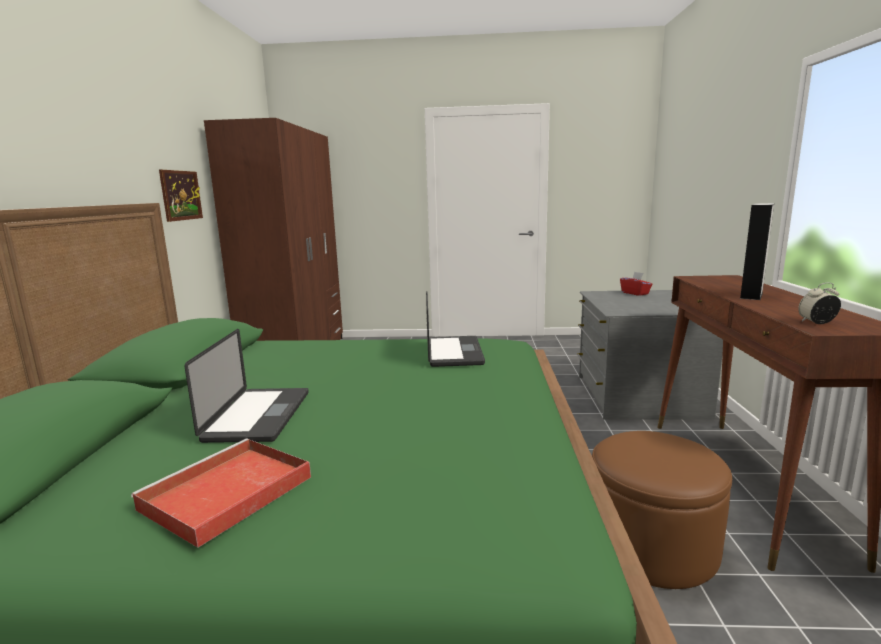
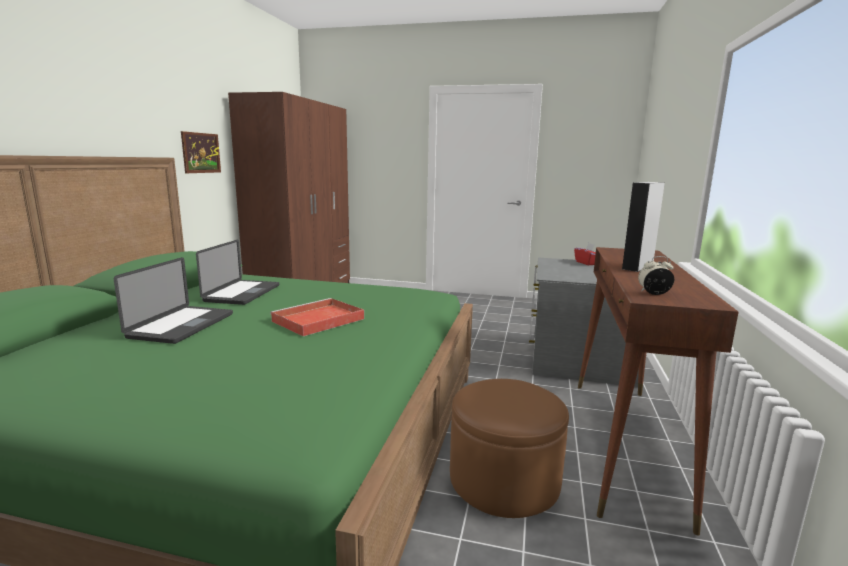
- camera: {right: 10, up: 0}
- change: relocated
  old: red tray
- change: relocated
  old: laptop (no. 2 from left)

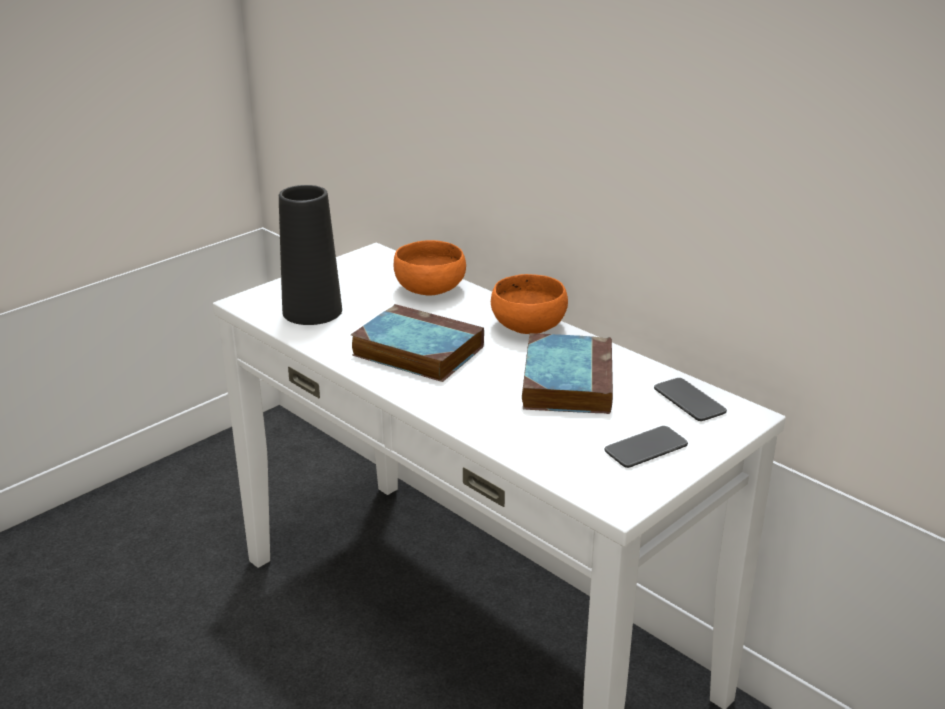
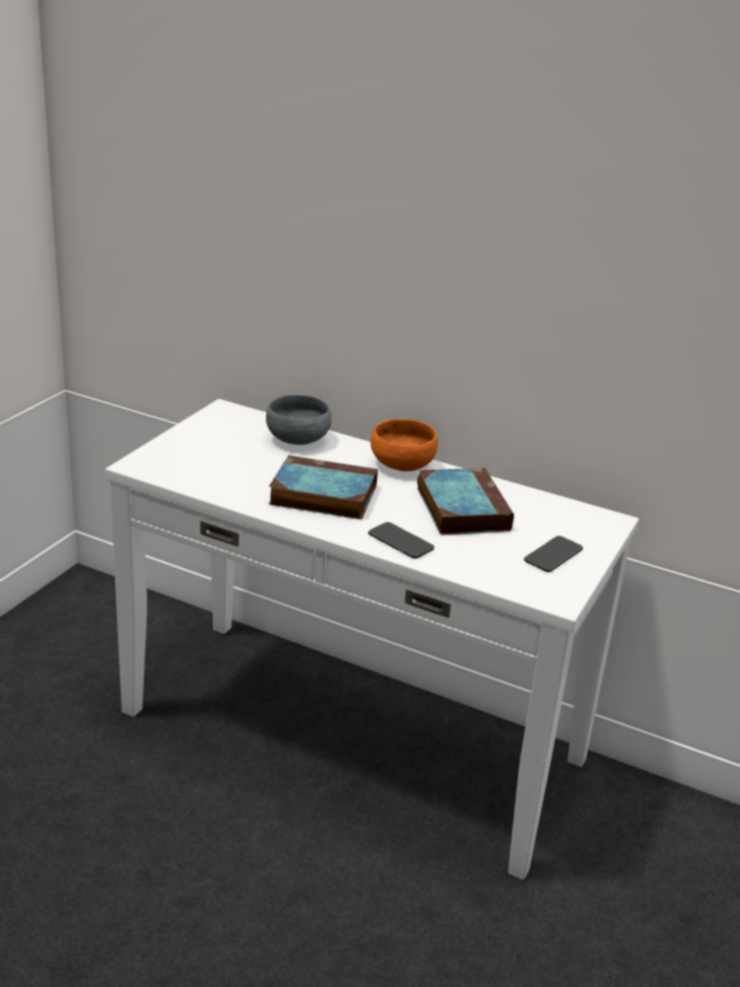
- camera: {right: -20, up: 0}
- change: missing
  old: black vase
- change: relocated
  old: phone (no. 2 from left in the first image)
  new: phone (no. 1 from left)
- change: colour
  old: orange bowl (no. 1 from left)
  new: grey bowl

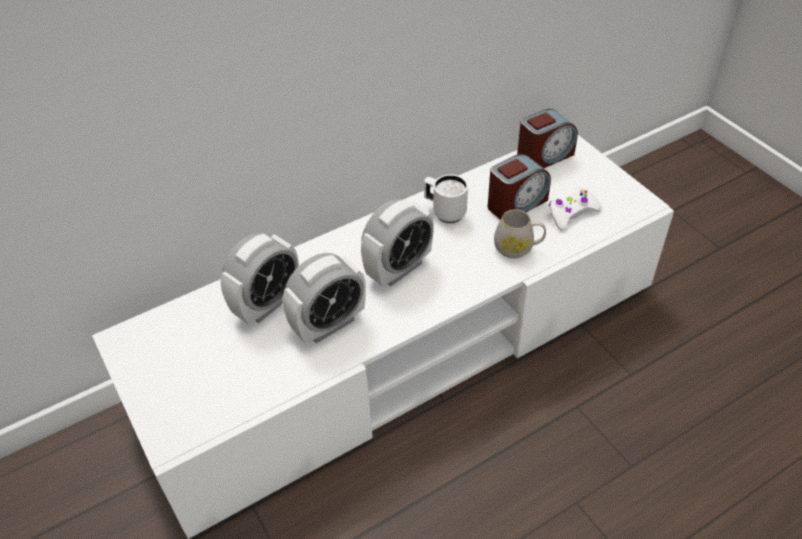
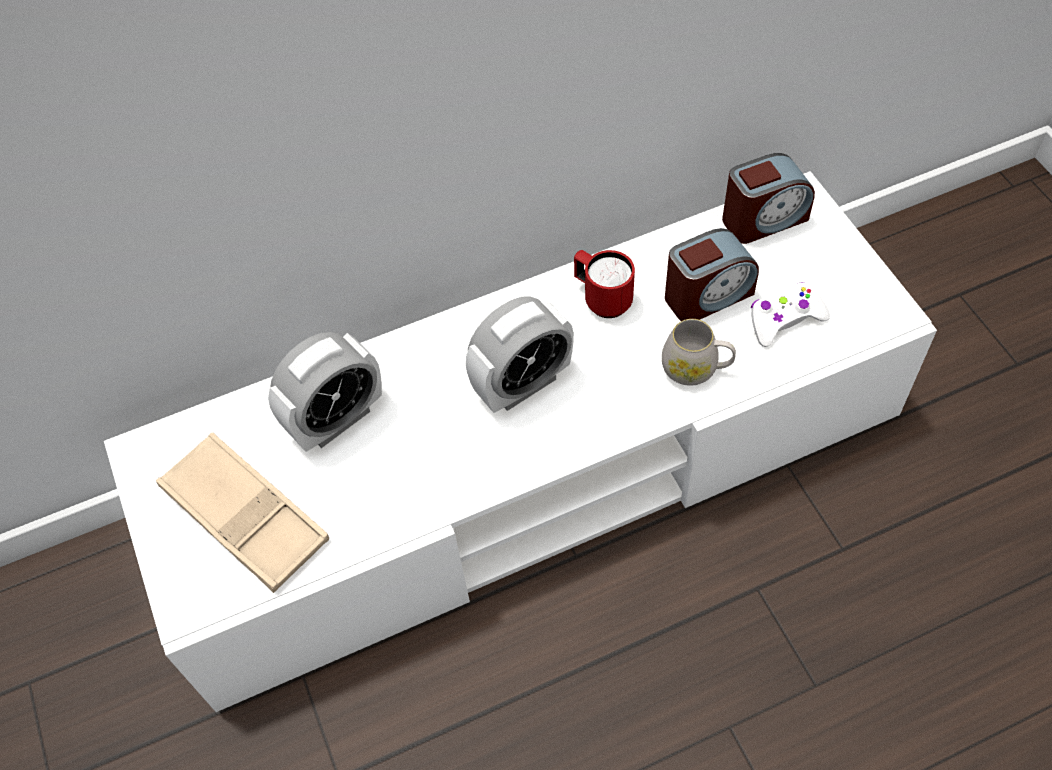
- camera: {right: 10, up: 10}
- change: missing
  old: alarm clock (no. 2 from left)
- change: appeared
  new: beige tray
- change: colour
  old: white mug (no. 1 from left)
  new: red mug

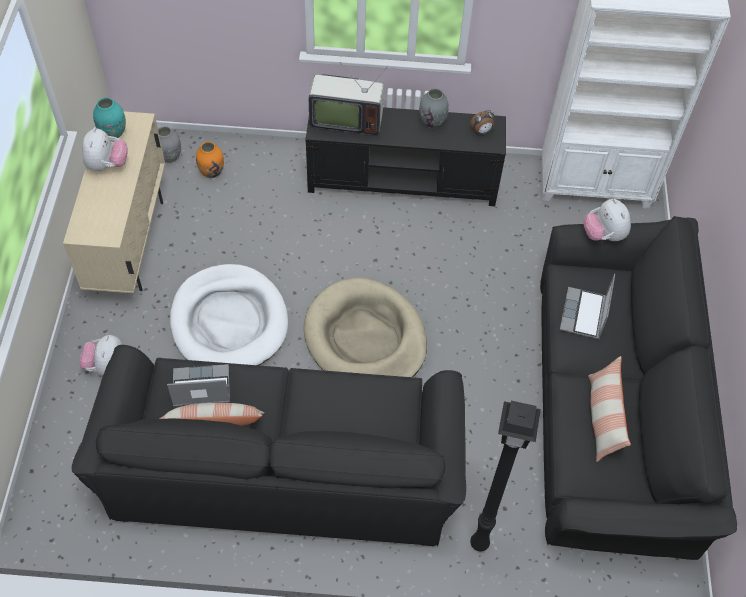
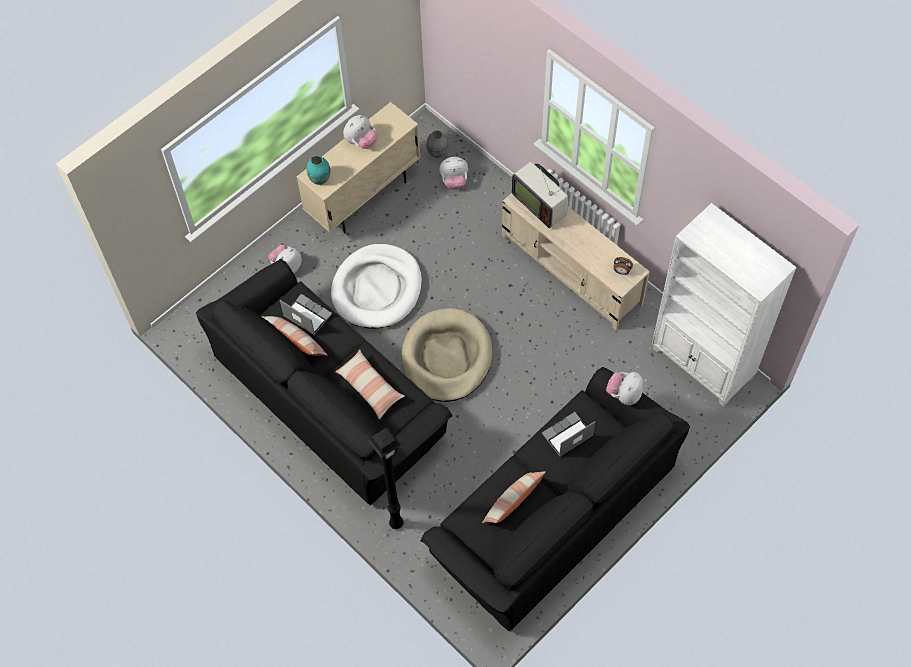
- camera: {right: 45, up: 5}
- change: missing
  old: grey vase (no. 2 from left)
- change: appeared
  new: pillow (no. 2 from left)
- change: relocated
  old: turquoise vase
- change: exchanged
  old: orange vase
  new: plush toy (no. 3 from left)
- change: colour
  old: black tv stand
  new: beige tv stand

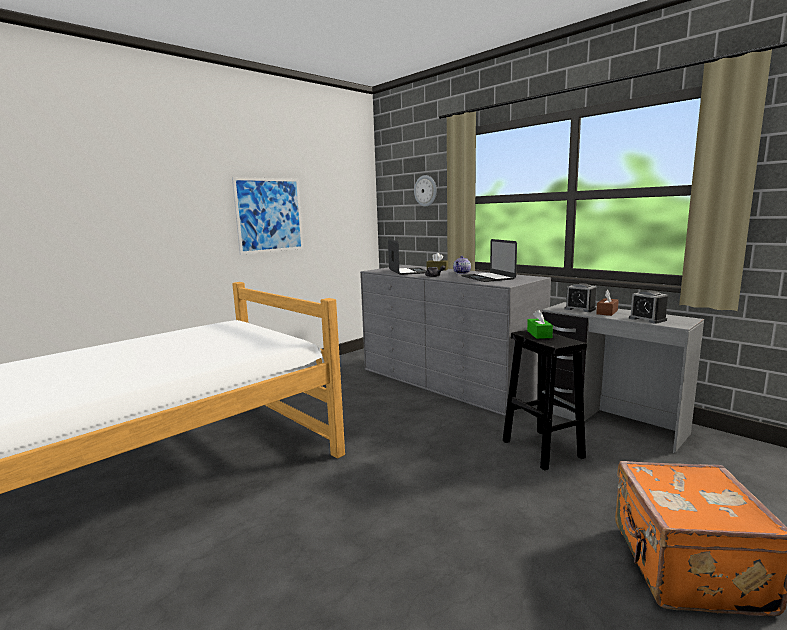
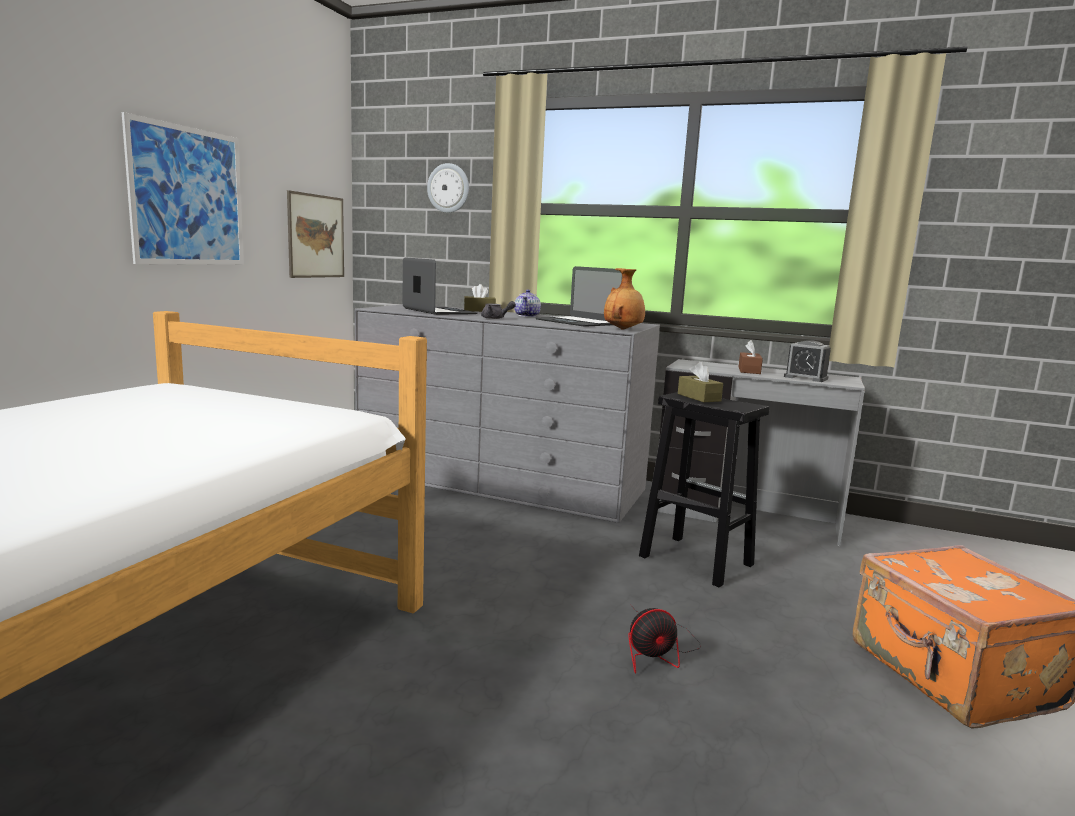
- camera: {right: -25, up: 0}
- change: missing
  old: alarm clock (no. 1 from left)
- change: appeared
  new: picture (no. 2 from left)
- change: appeared
  new: brown vase
- change: appeared
  new: fan
- change: colour
  old: green tissue box
  new: brown tissue box (no. 2 from left)

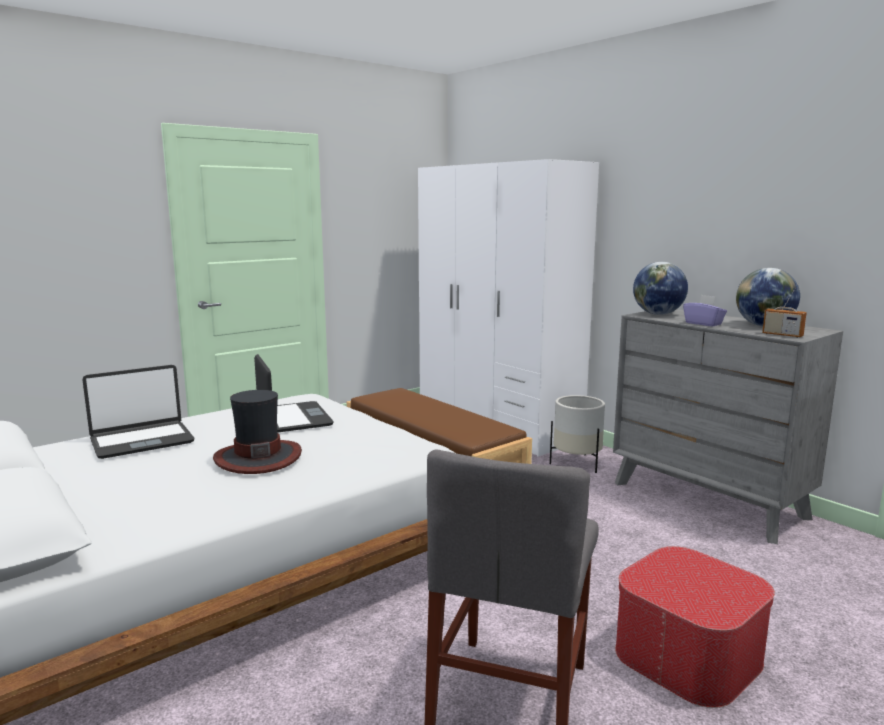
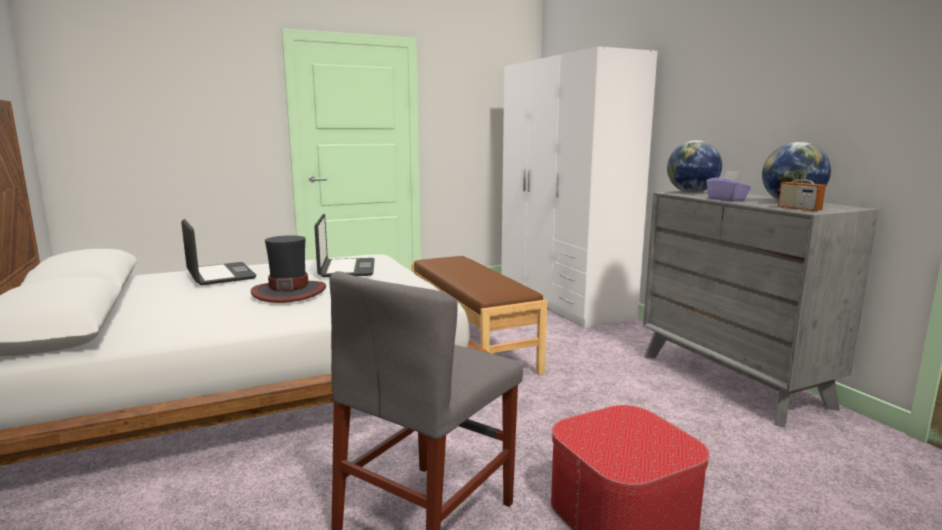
- camera: {right: 15, up: 0}
- change: missing
  old: white planter
- change: spun
  old: laptop (no. 1 from left)
  degrees: -105

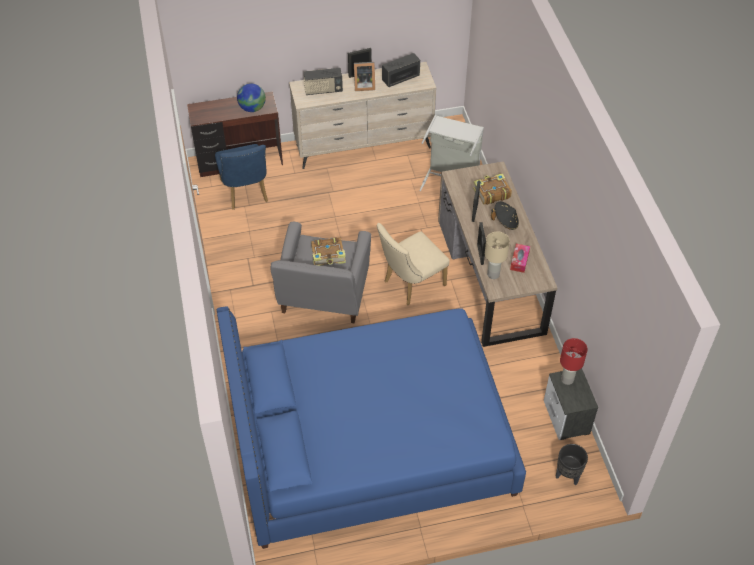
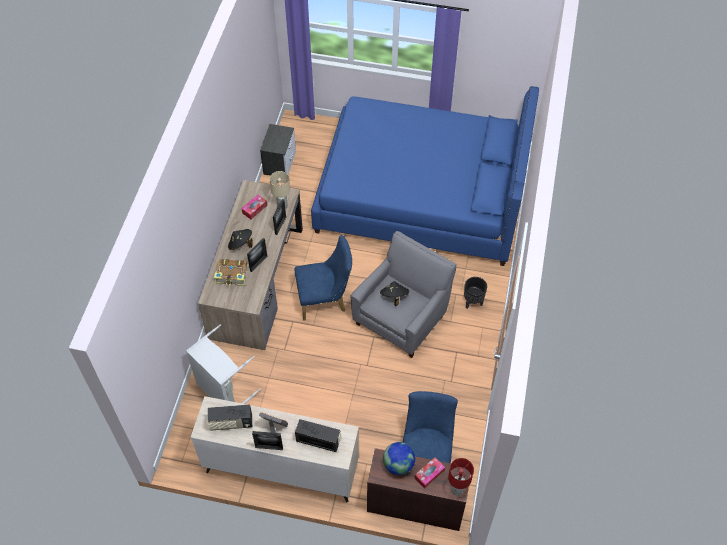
- camera: {right: -155, up: 5}
- change: appeared
  new: tissue box (no. 2 from left)
- change: relocated
  old: black planter
- change: relocated
  old: red table lamp
- change: exchanged
  old: book (no. 1 from left)
  new: black hat (no. 2 from left)
- change: colour
  old: beige chair
  new: blue chair (no. 1 from left)

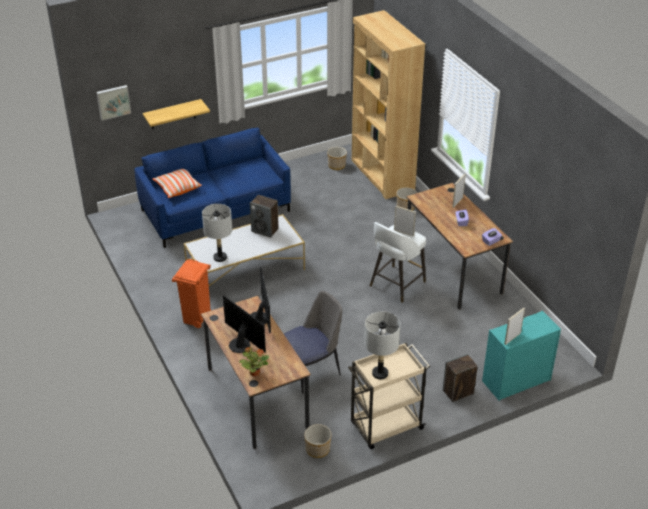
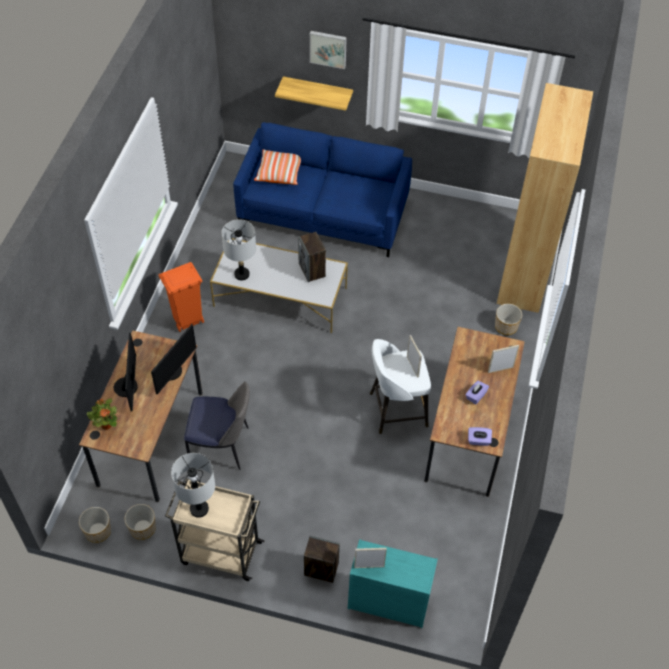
- camera: {right: 40, up: 15}
- change: relocated
  old: picture
- change: relocated
  old: planter (no. 2 from left in the first image)
  new: planter (no. 1 from left)

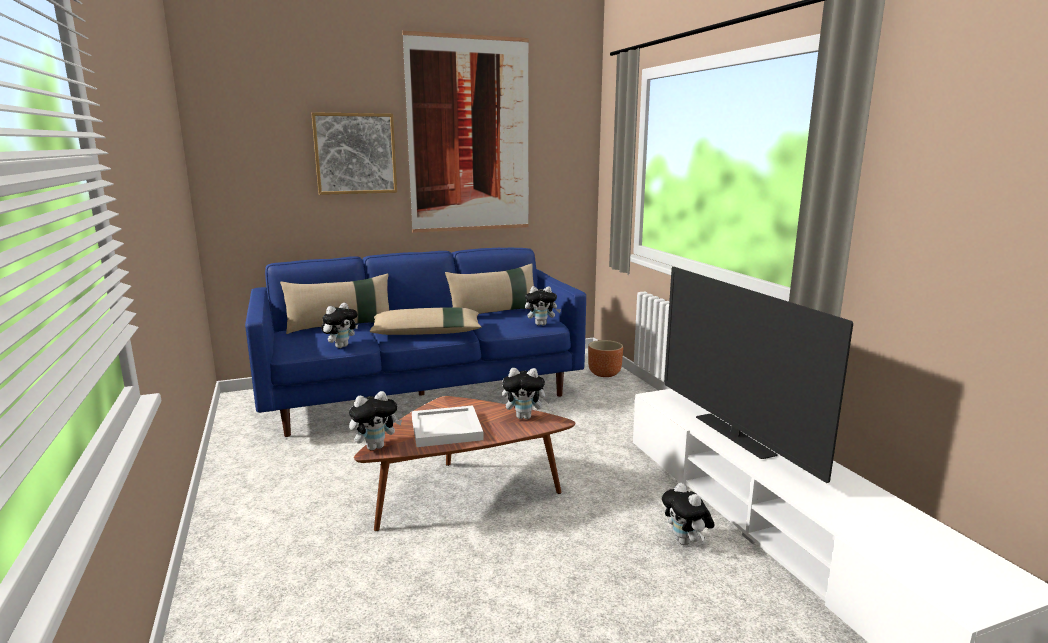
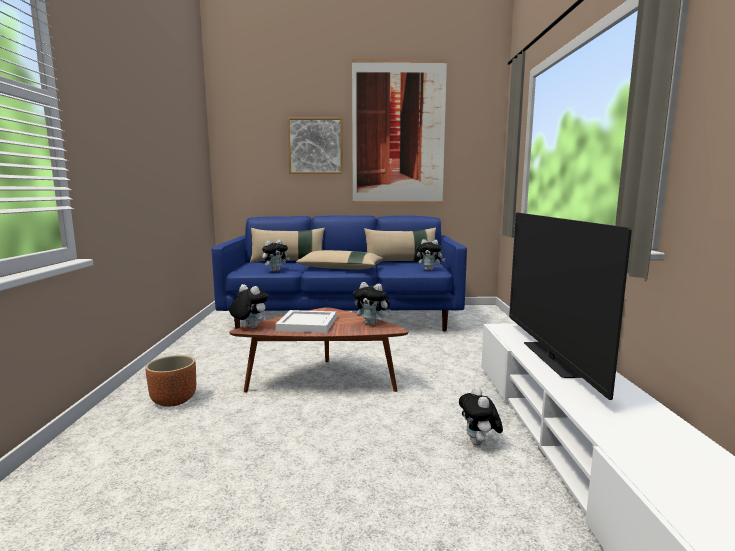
- camera: {right: 20, up: -5}
- change: relocated
  old: brown planter
- change: spun
  old: plush toy (no. 2 from left in the first image)
  degrees: -135

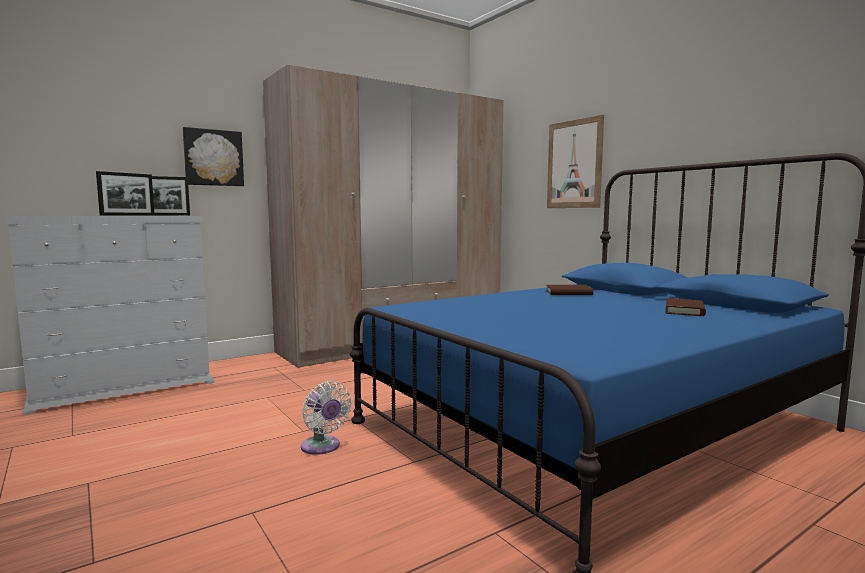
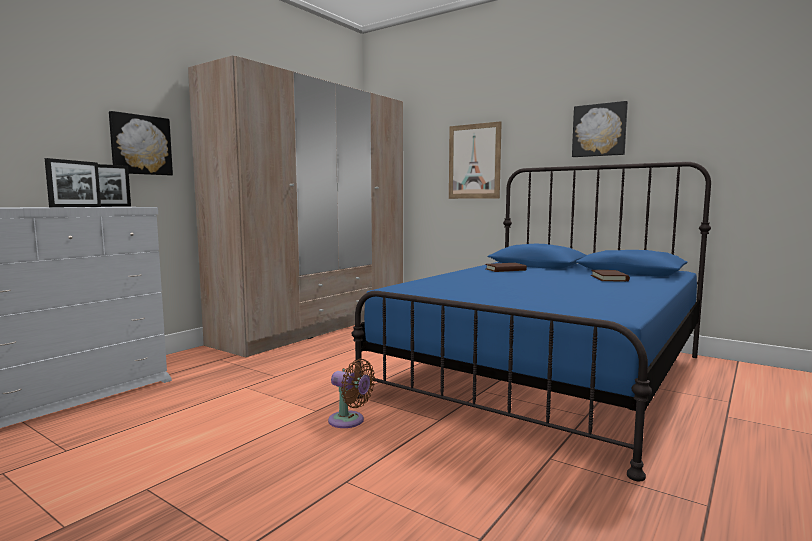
- camera: {right: -20, up: 0}
- change: appeared
  new: picture (no. 3 from left)
- change: colour
  old: white fan
  new: brown fan

